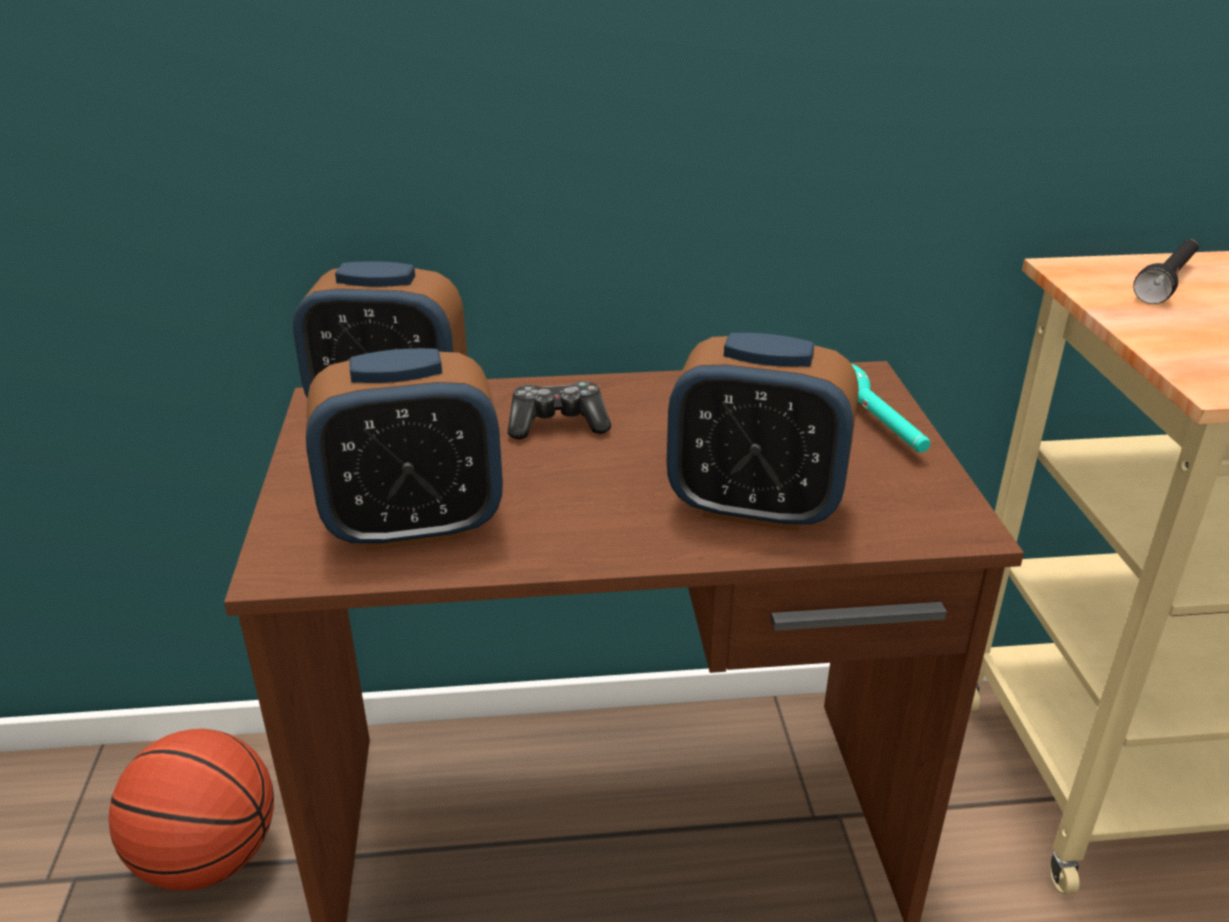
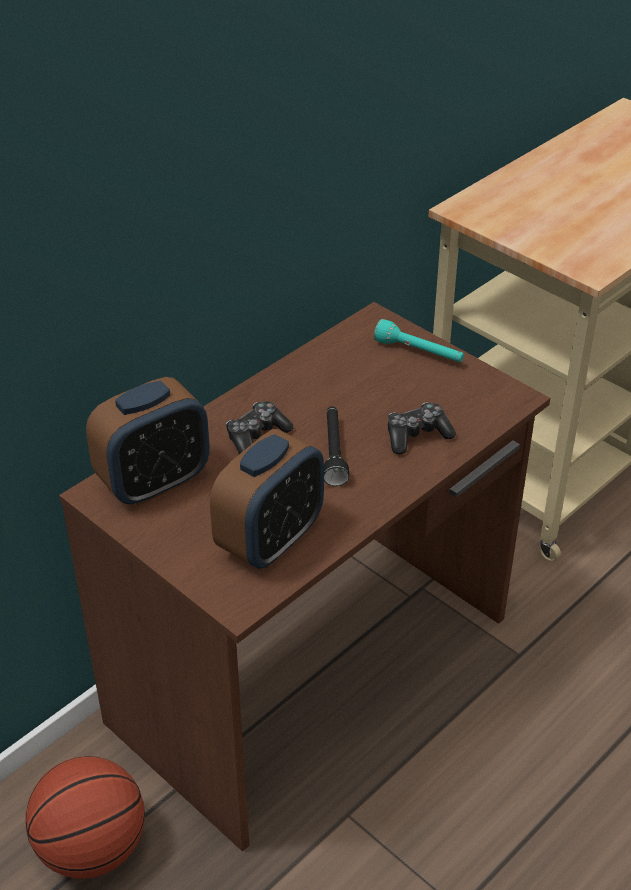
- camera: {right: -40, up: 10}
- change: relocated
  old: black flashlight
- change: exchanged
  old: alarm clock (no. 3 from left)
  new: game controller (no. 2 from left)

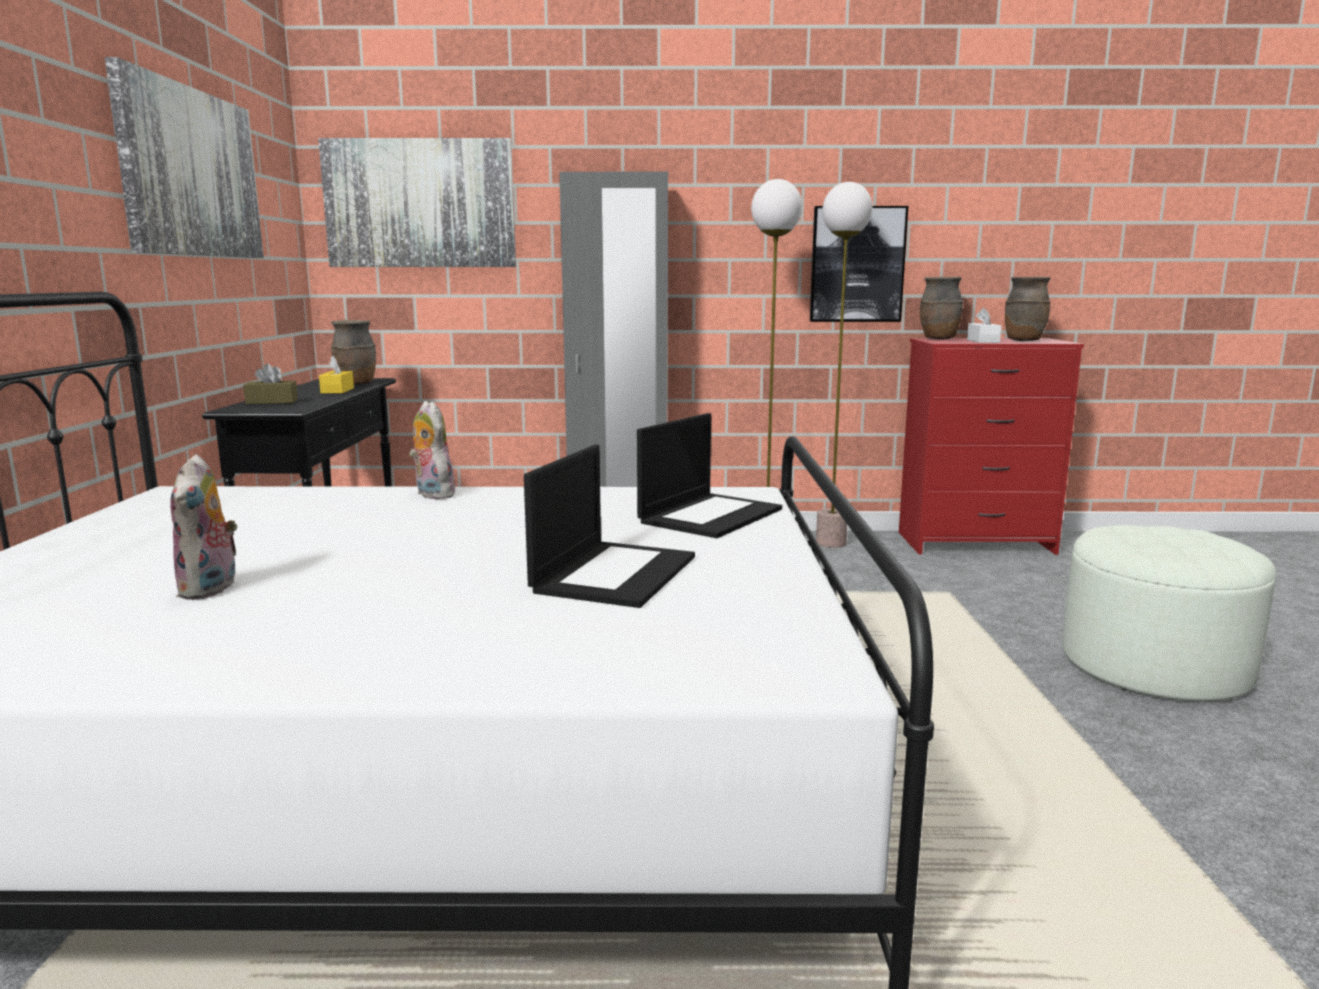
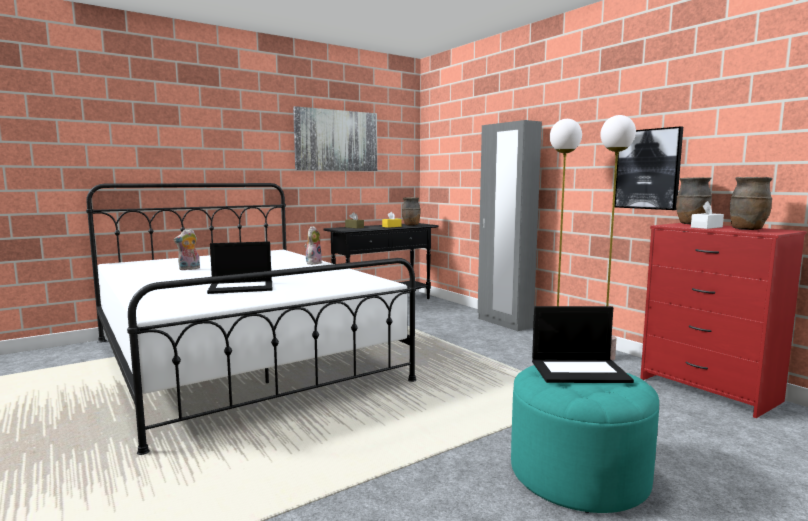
- camera: {right: 55, up: -5}
- change: missing
  old: picture (no. 2 from left)
- change: relocated
  old: laptop (no. 2 from left)
- change: colour
  old: white ottoman
  new: turquoise ottoman

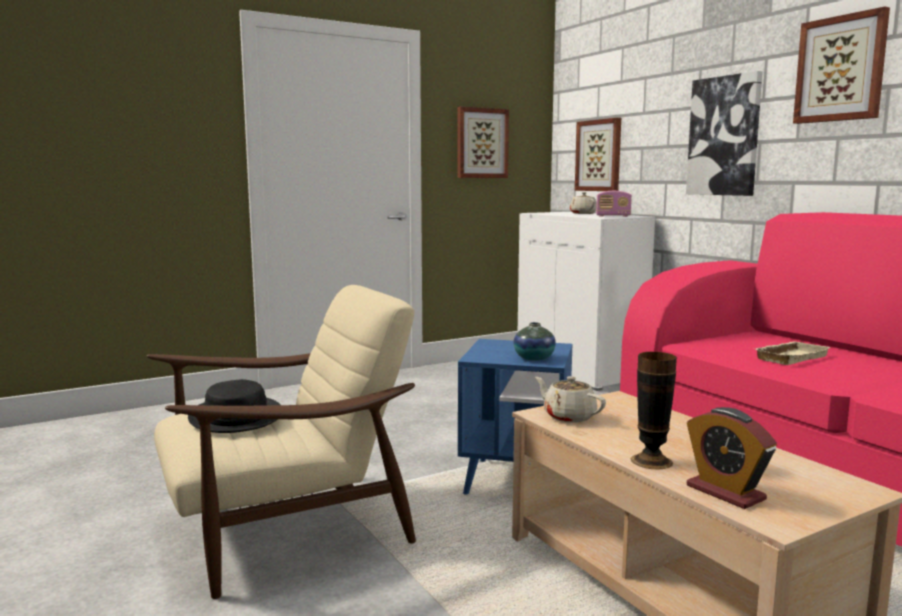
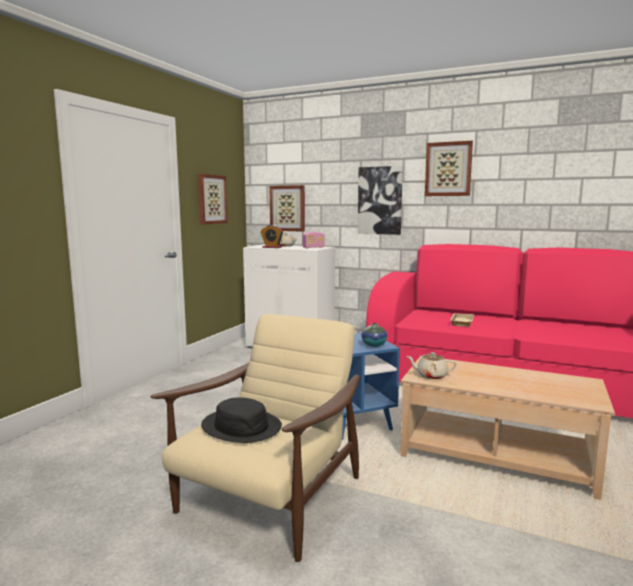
- camera: {right: -35, up: 0}
- change: missing
  old: vase (no. 2 from left)
- change: relocated
  old: alarm clock

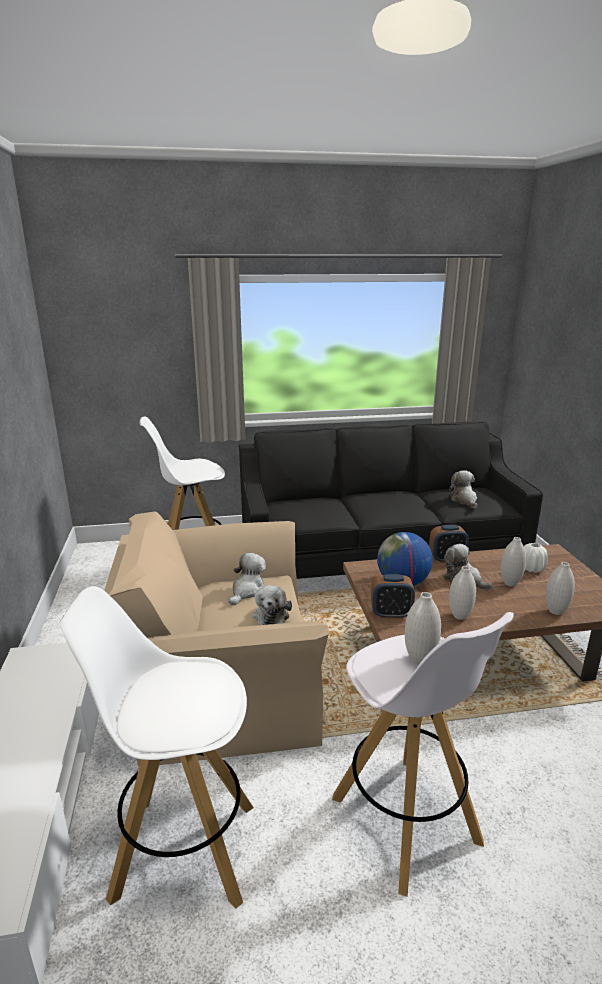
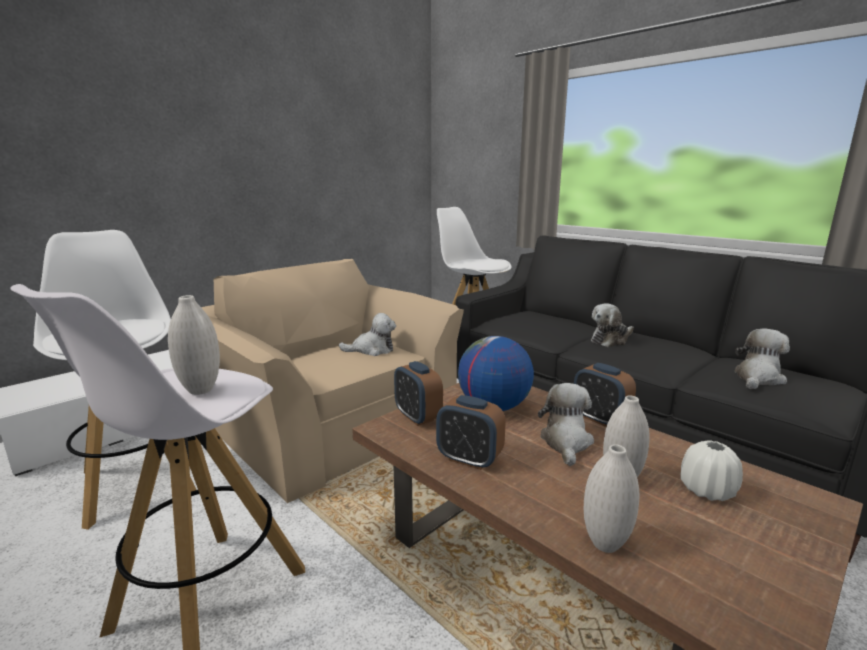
- camera: {right: 55, up: -5}
- change: relocated
  old: plush toy (no. 2 from left in the first image)
  new: plush toy (no. 3 from left)
- change: exchanged
  old: white vase (no. 2 from left)
  new: alarm clock (no. 2 from left)

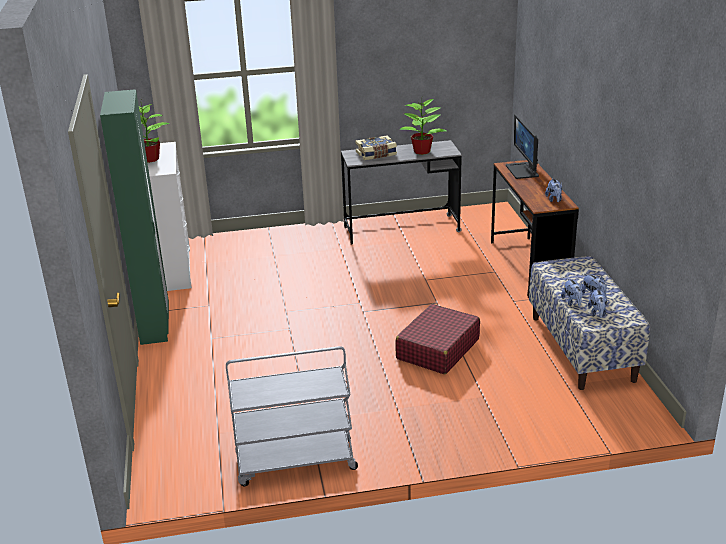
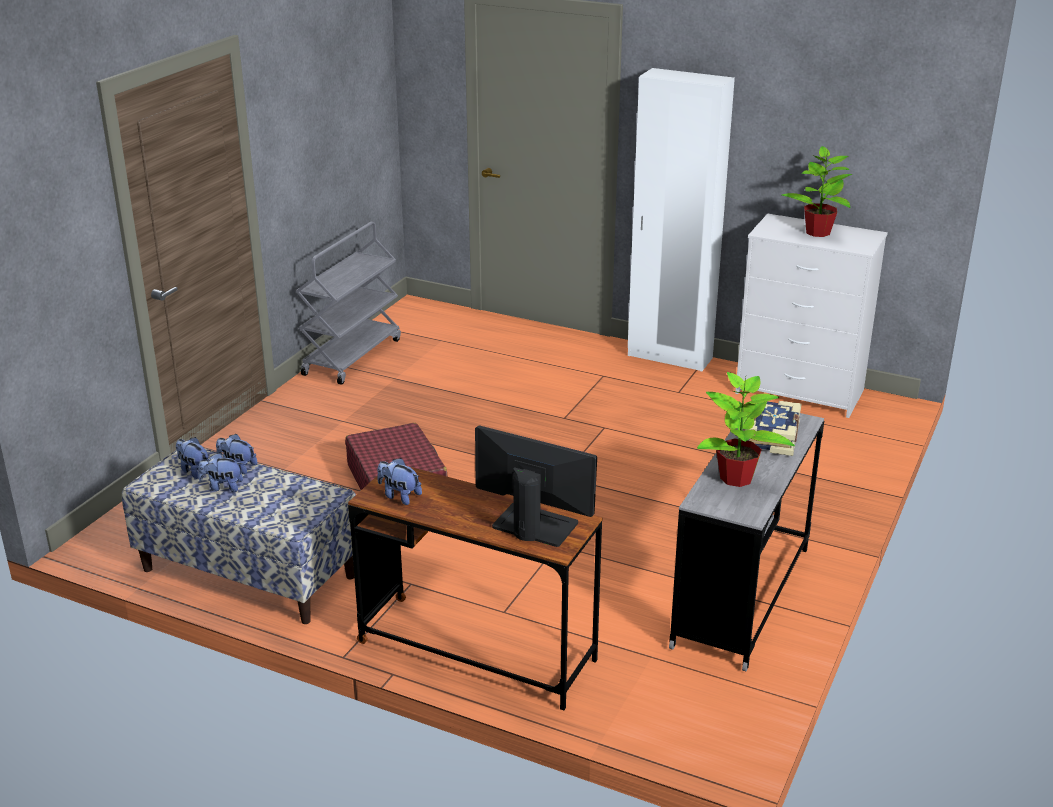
- camera: {right: 125, up: 0}
- change: colour
  old: green wardrobe
  new: white wardrobe

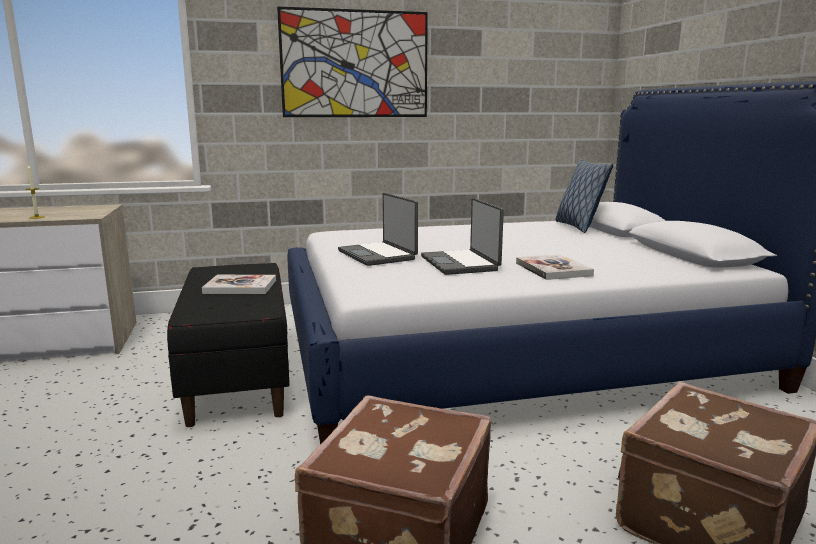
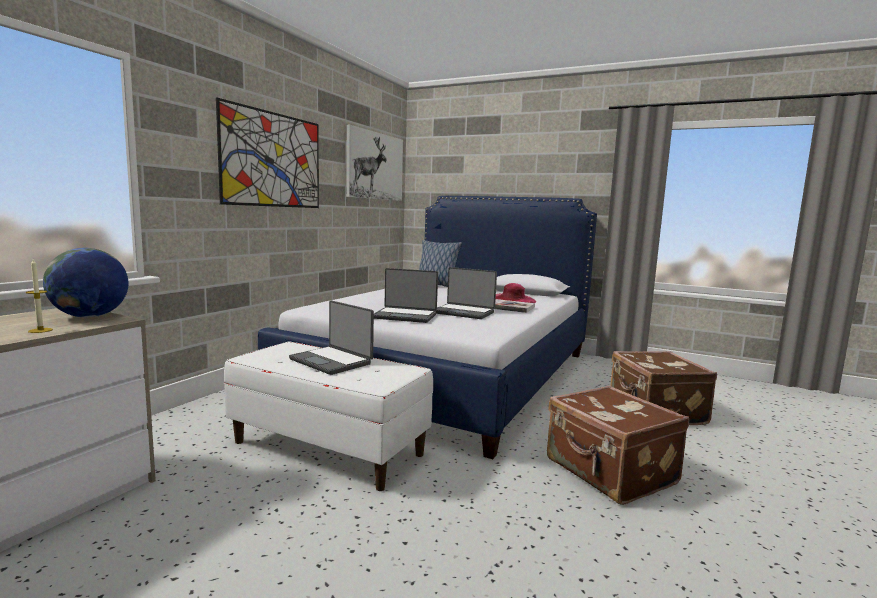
- camera: {right: -50, up: -5}
- change: appeared
  new: globe
- change: appeared
  new: picture (no. 2 from left)
- change: appeared
  new: pink hat
- change: exchanged
  old: book (no. 1 from left)
  new: laptop (no. 1 from left)
- change: colour
  old: black bench
  new: white bench

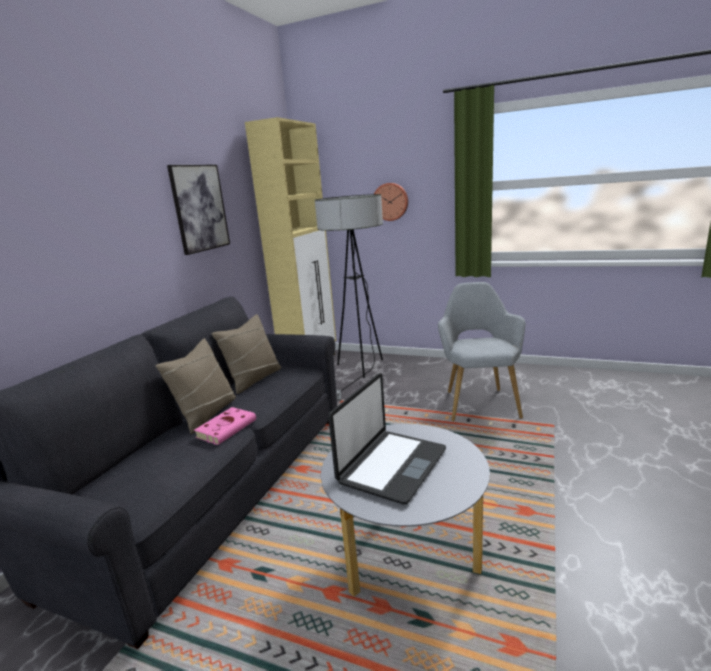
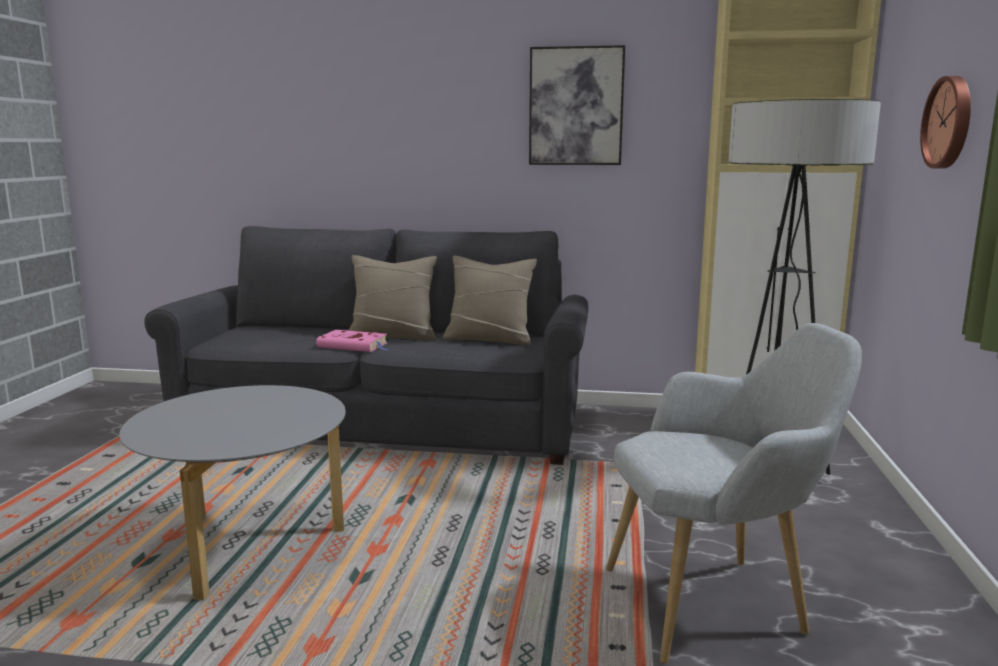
- camera: {right: 75, up: -5}
- change: missing
  old: laptop

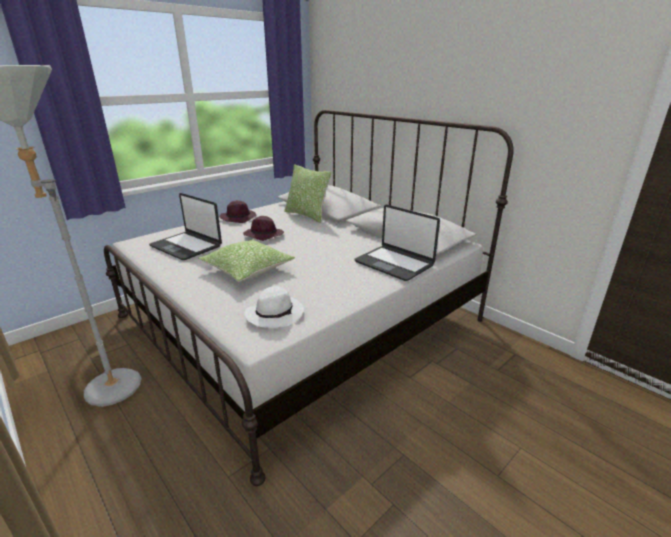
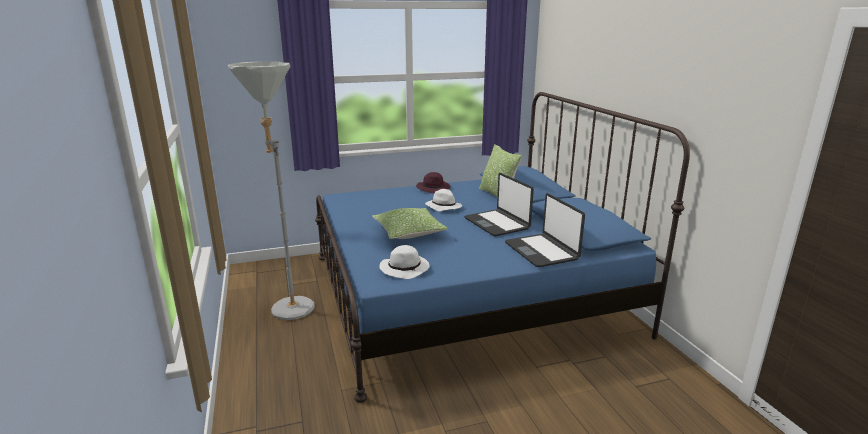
- camera: {right: 25, up: -5}
- change: relocated
  old: laptop (no. 1 from left)
- change: colour
  old: white bed
  new: blue bed
- change: colour
  old: purple hat (no. 2 from left)
  new: white hat (no. 2 from left)

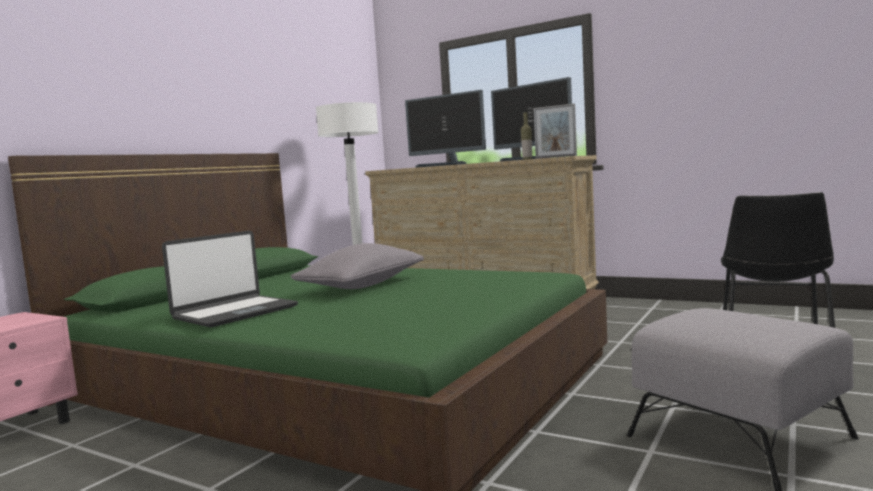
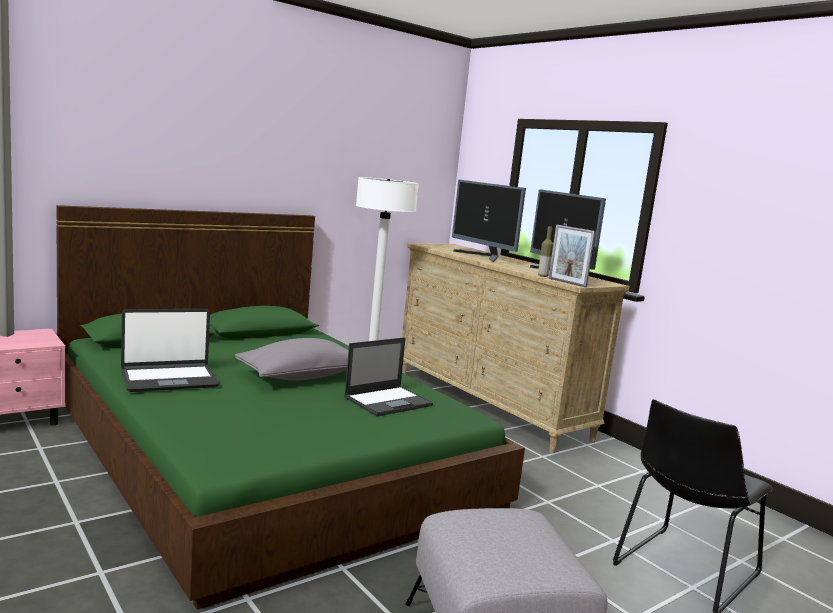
- camera: {right: 20, up: 5}
- change: appeared
  new: laptop (no. 2 from left)

